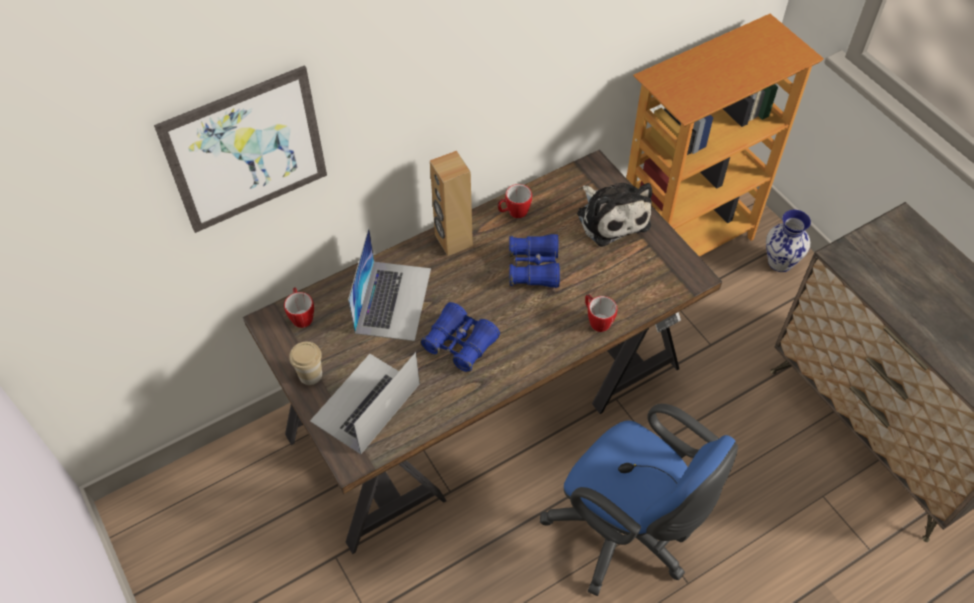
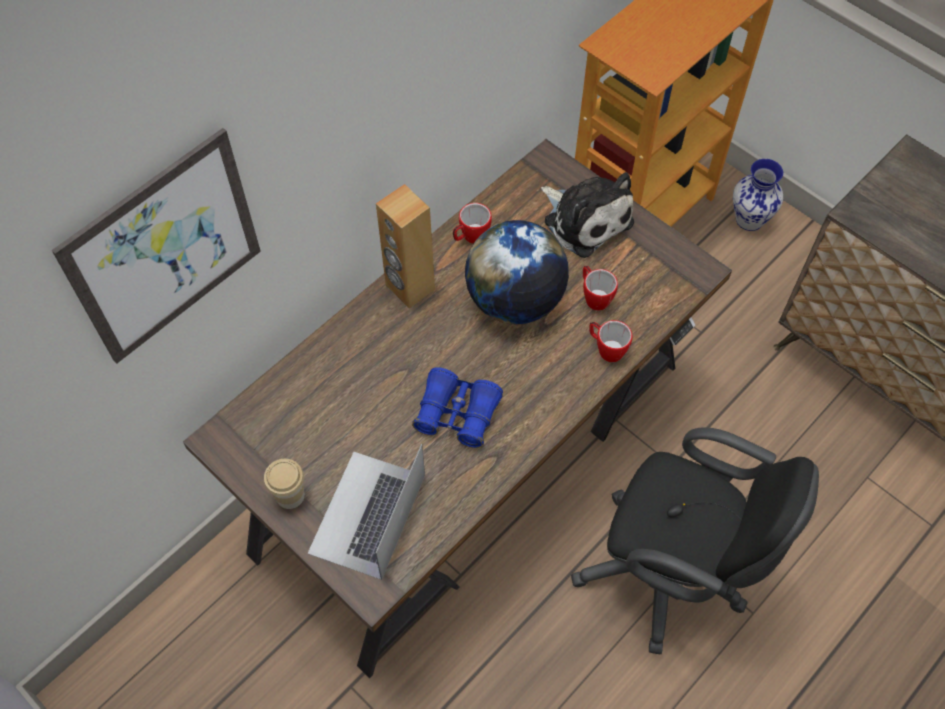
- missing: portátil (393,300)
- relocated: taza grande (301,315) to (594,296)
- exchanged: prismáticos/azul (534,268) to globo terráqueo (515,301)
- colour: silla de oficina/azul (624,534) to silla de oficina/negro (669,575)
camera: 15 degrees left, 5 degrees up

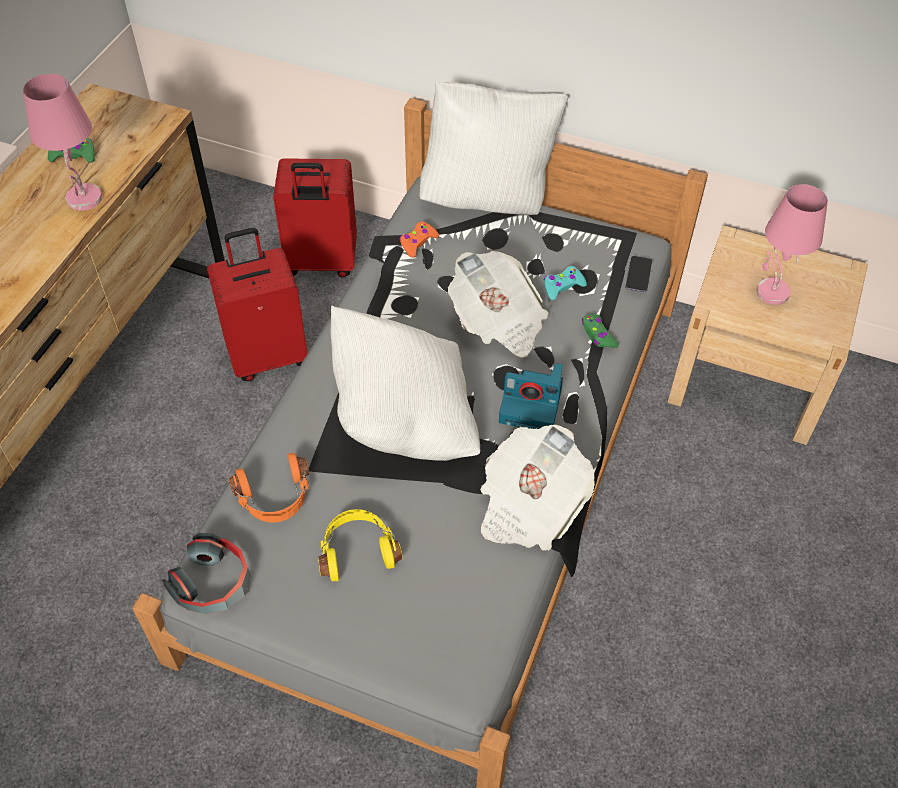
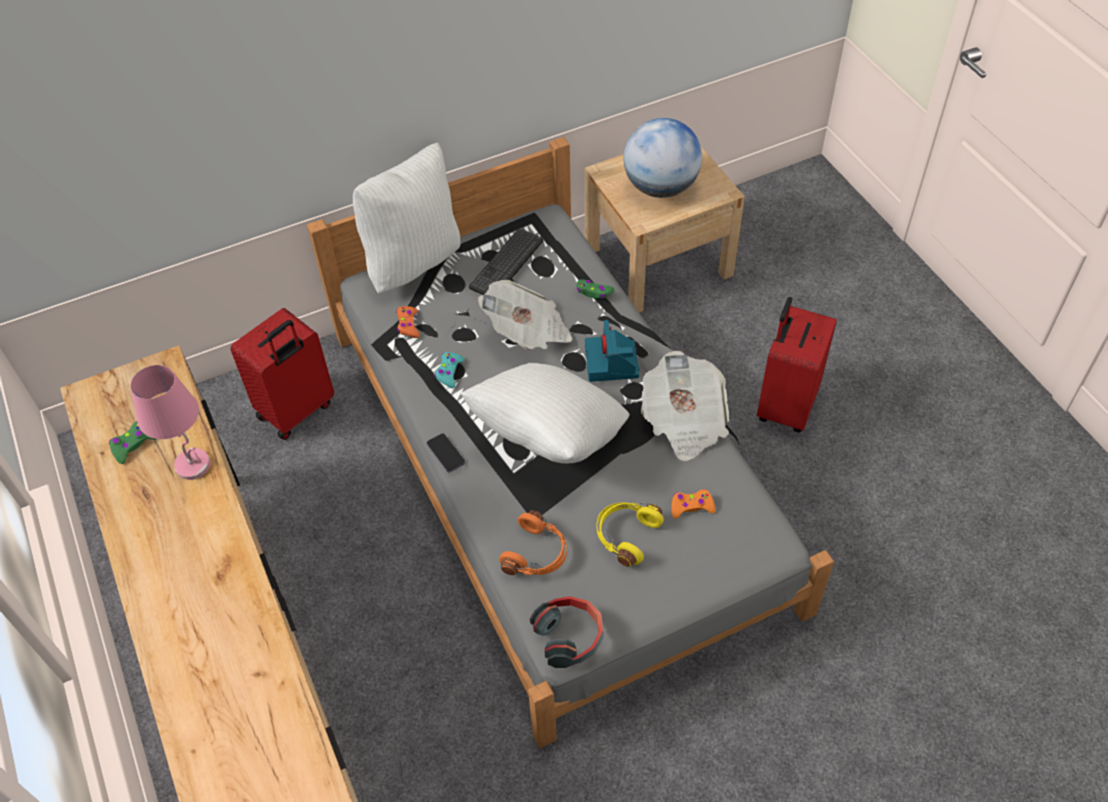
- appeared: teclado (506,264)
- appeared: mando de consola/naranja (691,507)
- relocated: maleta/rojo (268,356) to (785,405)
- relocated: mando de consola/turquesa (562,286) to (449,372)
- relocated: móvil (638,275) to (446,454)
- exchanged: lámpara de mesa/rosa (771,292) to globo terráqueo (660,187)
- spun: cámara (532,404) = (612,363) 120 degrees clockwise
camera: 45 degrees left, 0 degrees up

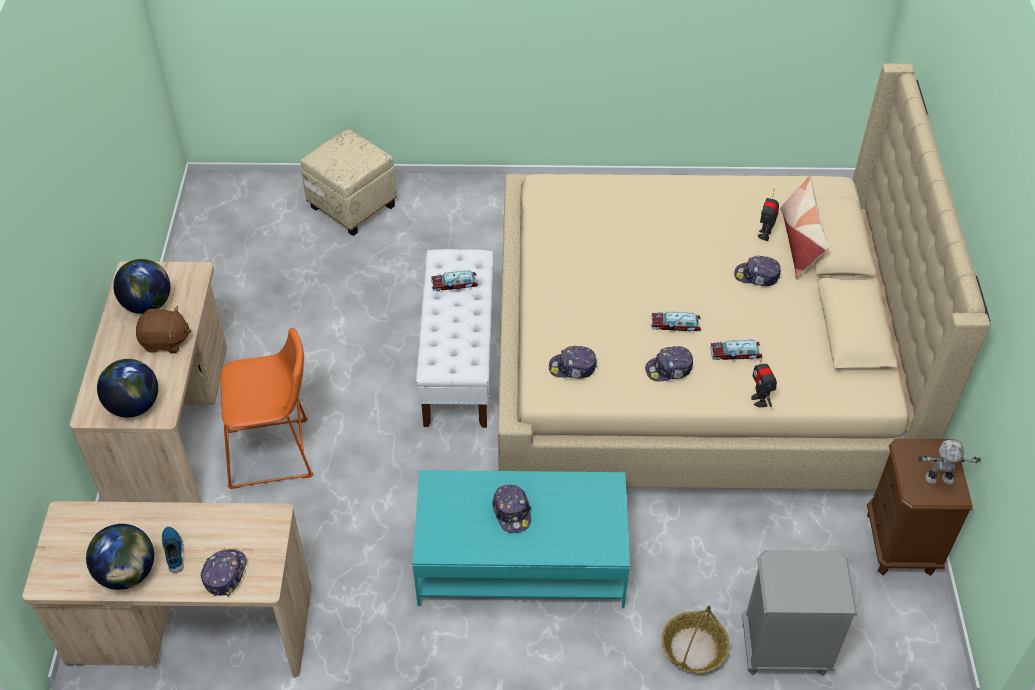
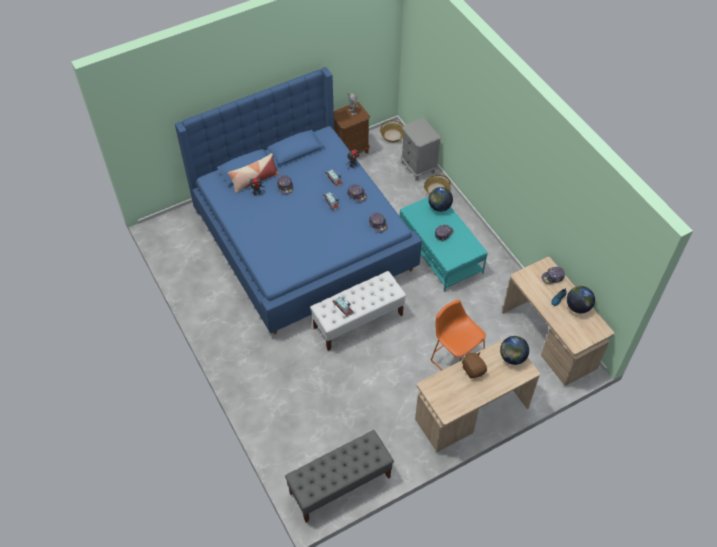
- missing: puf/beis (351,206)
- appeared: banco/gris (340,485)
- appeared: cesta (392,135)
- relocated: globo terráqueo (148,304) to (439,207)
- colour: cama/beis (696,364) to cama/azul (303,237)
camera: 120 degrees left, 5 degrees up

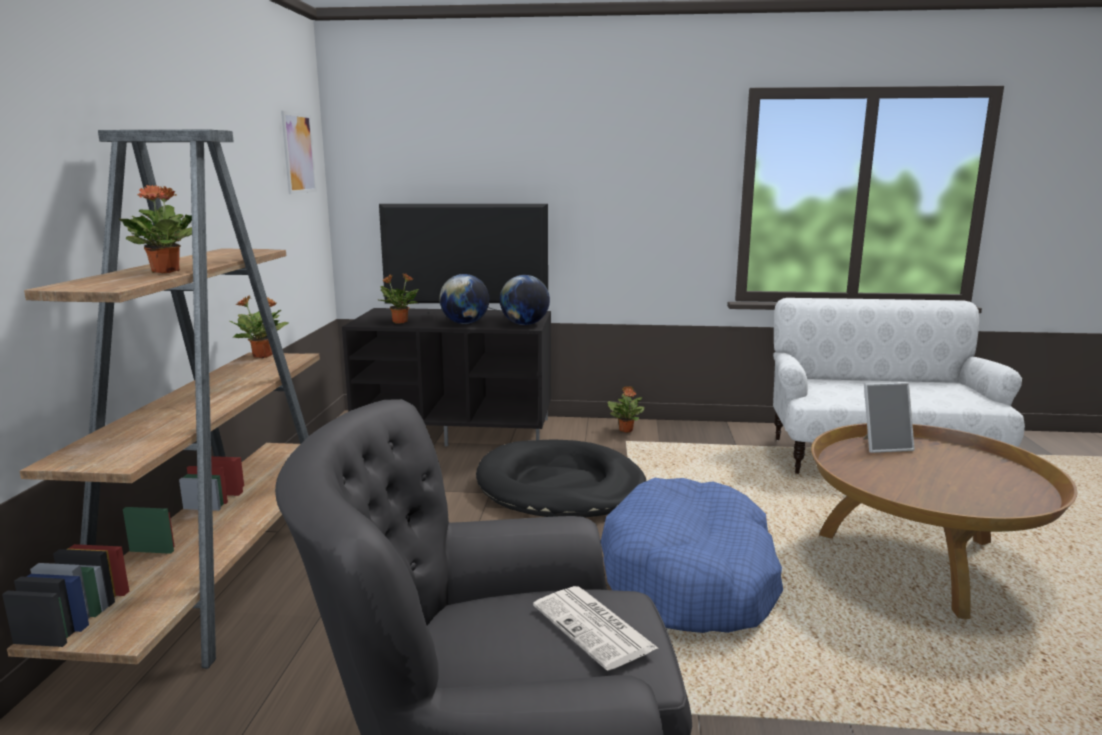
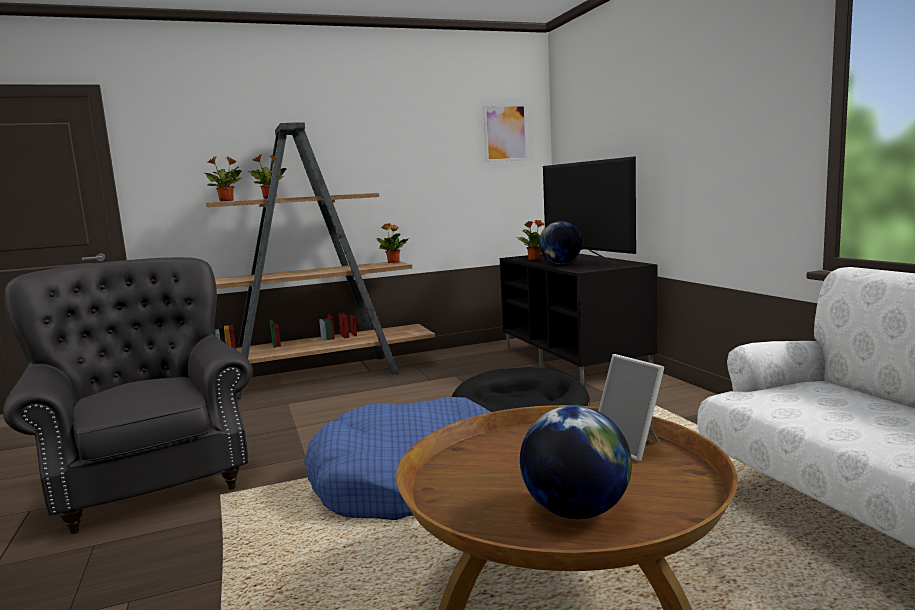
- missing: periódico (595,628)
- relocated: globo terráqueo (524,324) to (576,511)
- relocated: planta en maceta (626,430) to (227,201)
camera: 65 degrees right, 5 degrees down

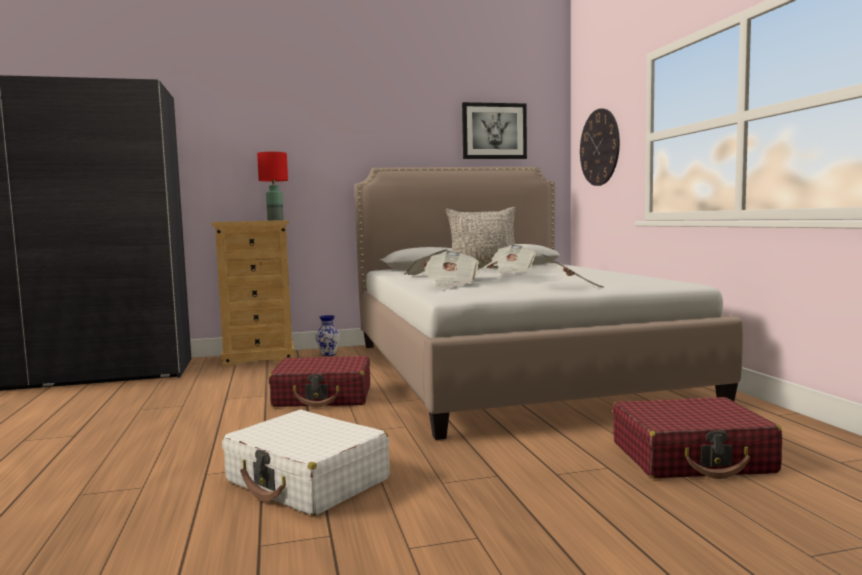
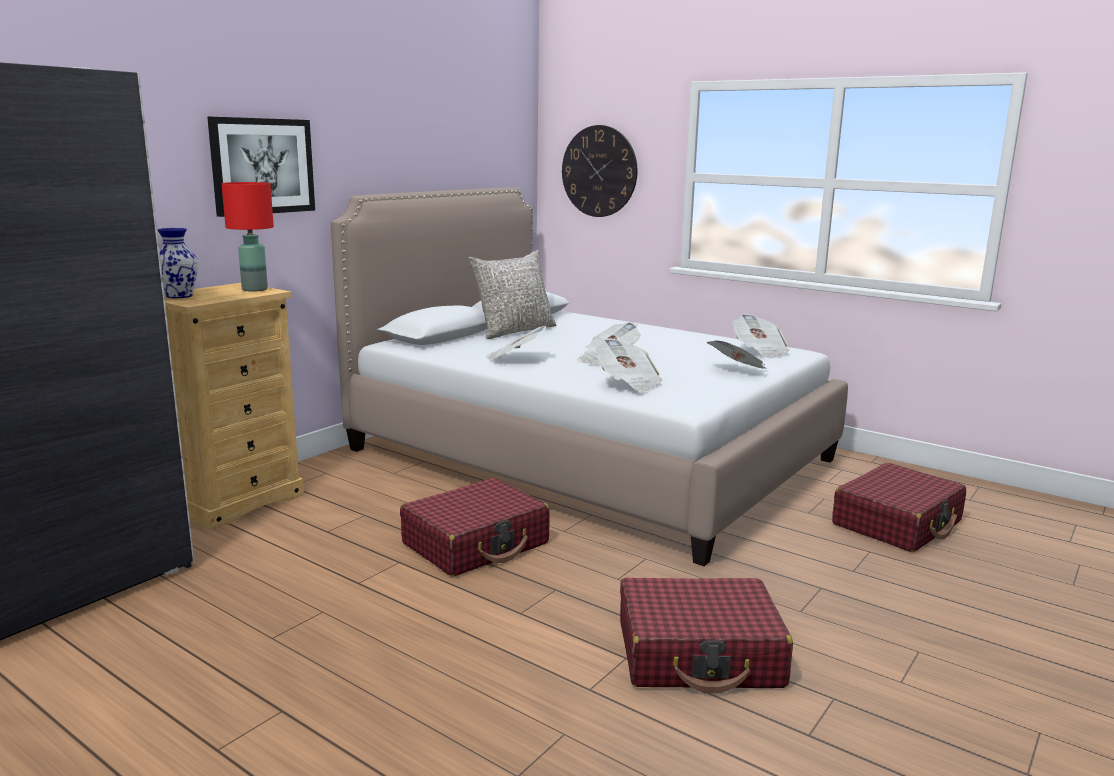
- relocated: florero (329,354) to (180,296)
- relocated: cuadro (494,131) to (262,166)
- relocated: periódico (512,272) to (759,351)
- colour: maleta/blanco (307,481) to maleta/rojo (699,655)
camera: 40 degrees left, 10 degrees up

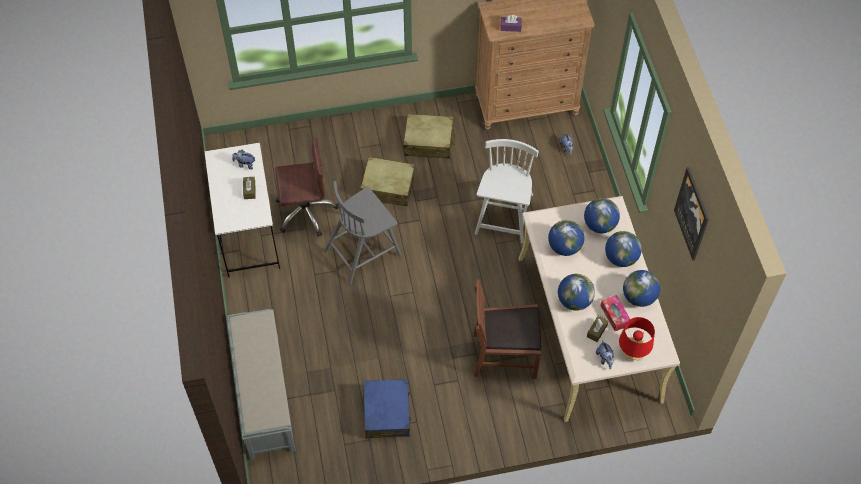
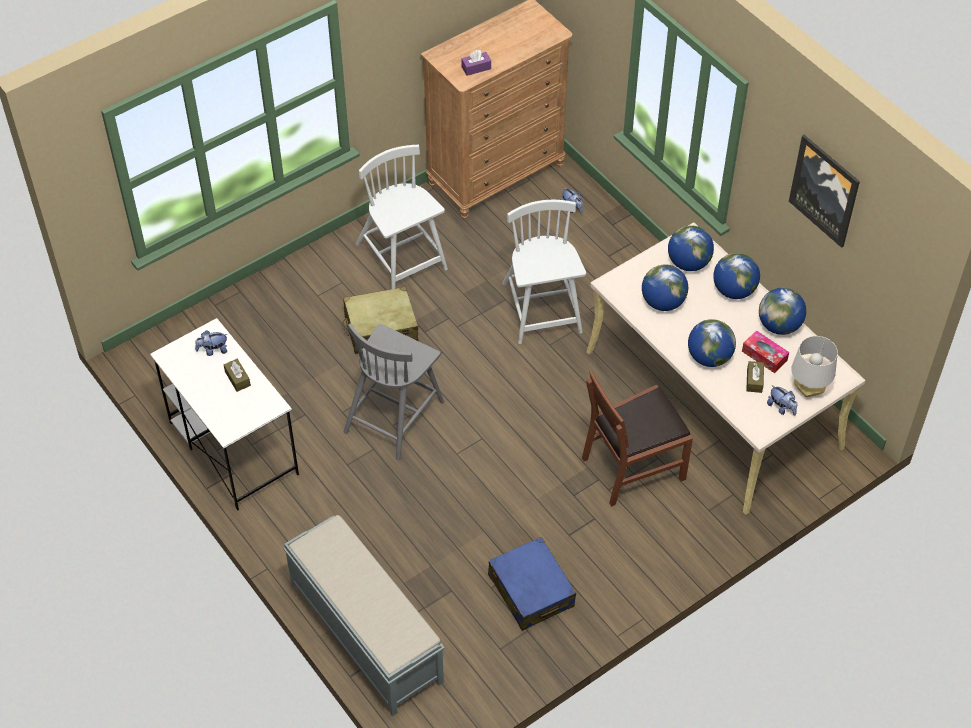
- missing: silla de oficina/marrón (305,211)
- exchanged: maleta/beis (429,142) to silla/blanco (402,258)
- colour: lámpara de mesa/rojo (632,353) to lámpara de mesa/gris (808,389)
camera: 25 degrees left, 5 degrees down

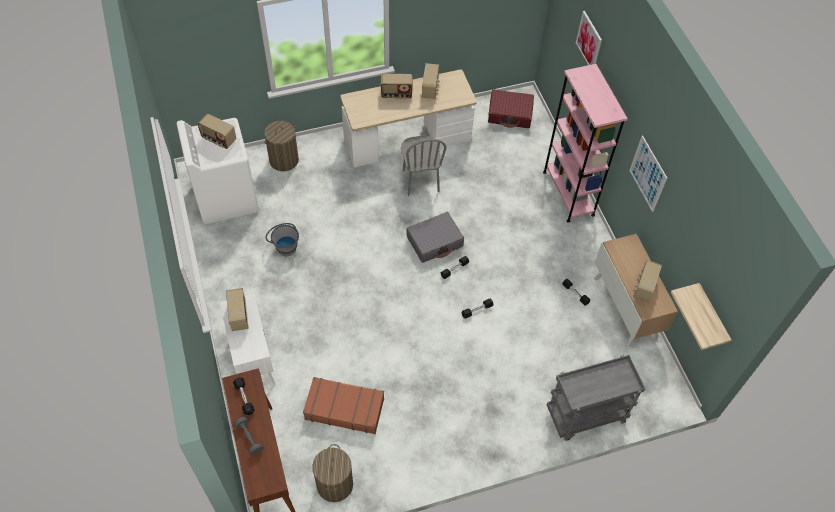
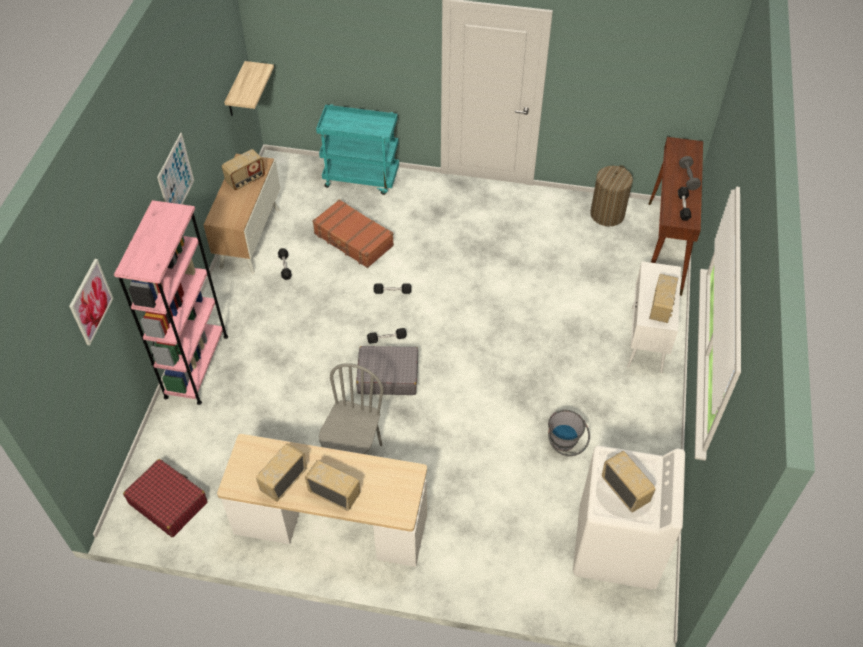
- missing: cesto de la ropa (284,160)
- relocated: maleta/marrón (344,408) to (353,240)
- colour: carrito/gris (585,416) to carrito/turquesa (362,178)
camera: 150 degrees left, 5 degrees down

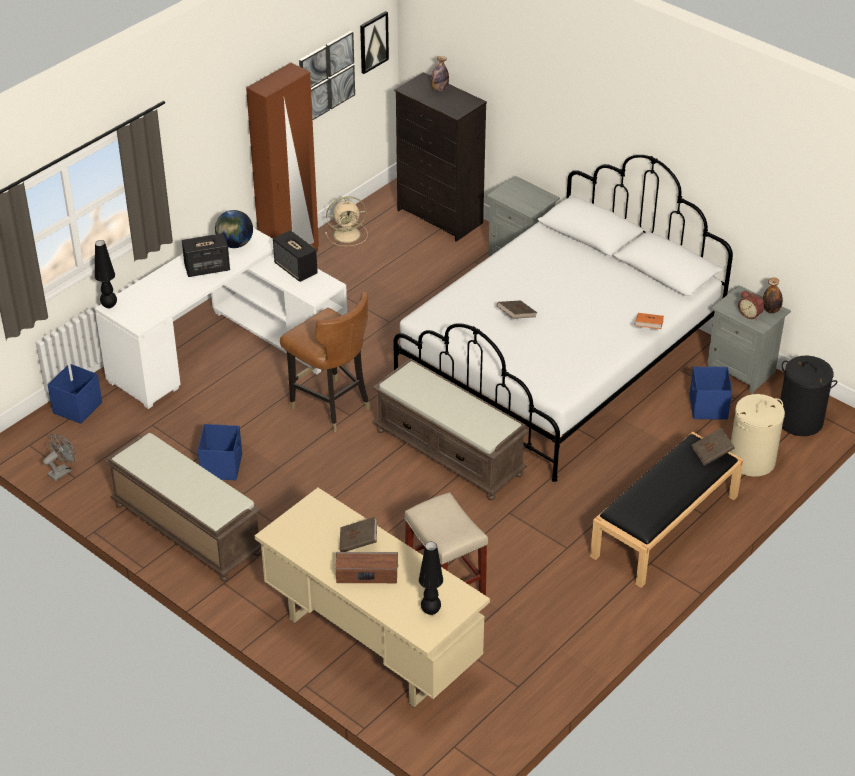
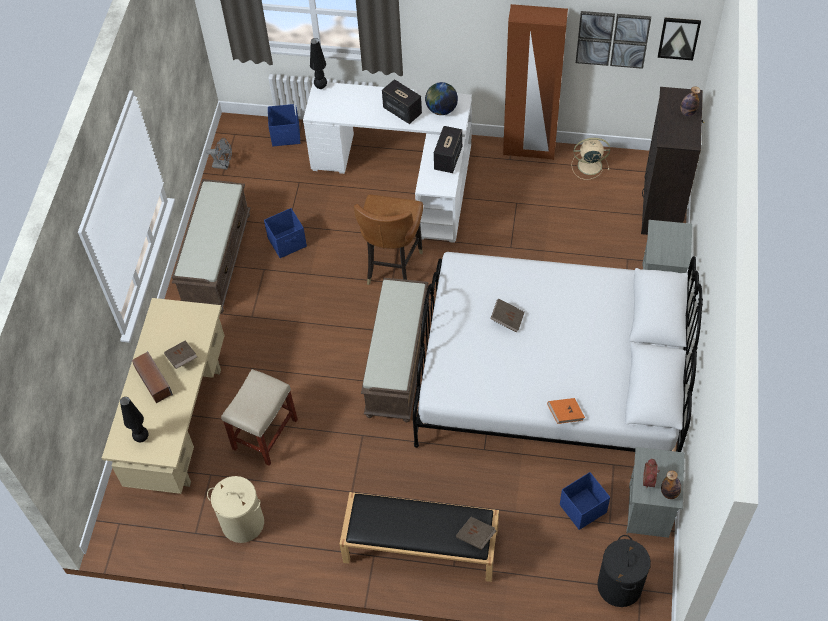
- relocated: cesto de la ropa/beis (751,461) to (242,523)
- spun: ventilador/beis (348,234) = (588,165) 135 degrees clockwise
camera: 60 degrees right, 15 degrees up

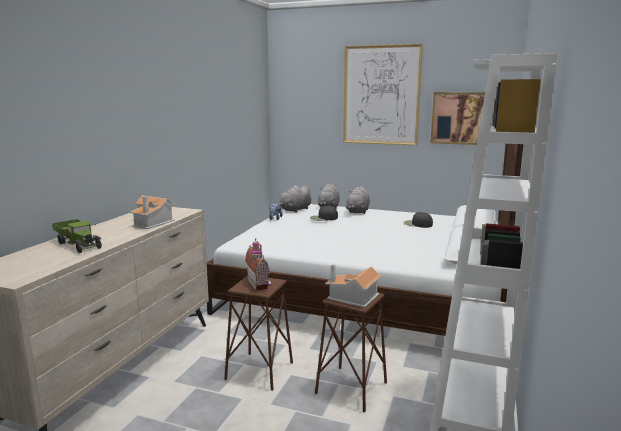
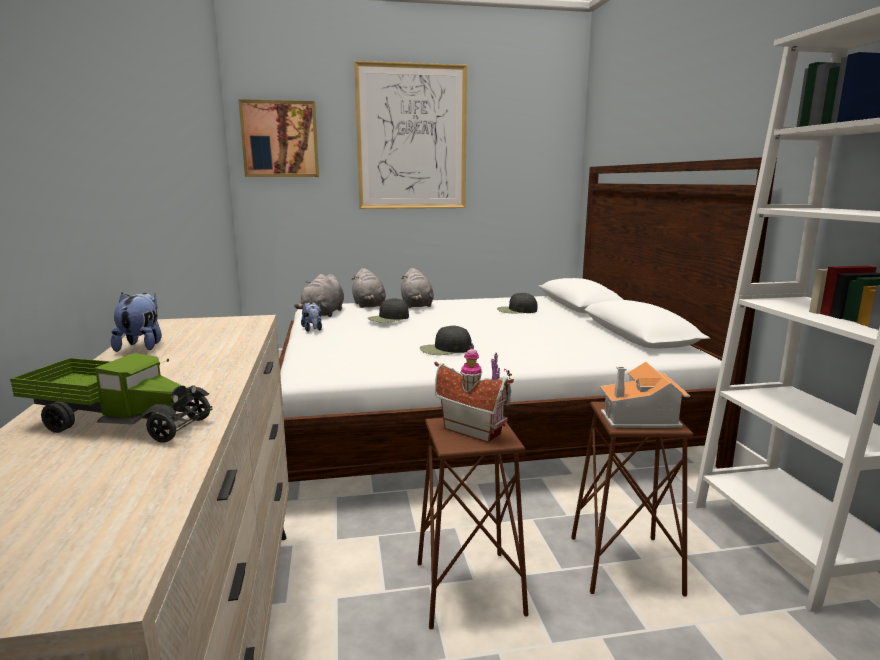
- missing: casita (153,222)
- appeared: peluche (142,346)
- appeared: gorra/negro (445,349)
- relocated: cuadro (458,118) to (280,139)
camera: 30 degrees left, 0 degrees up

